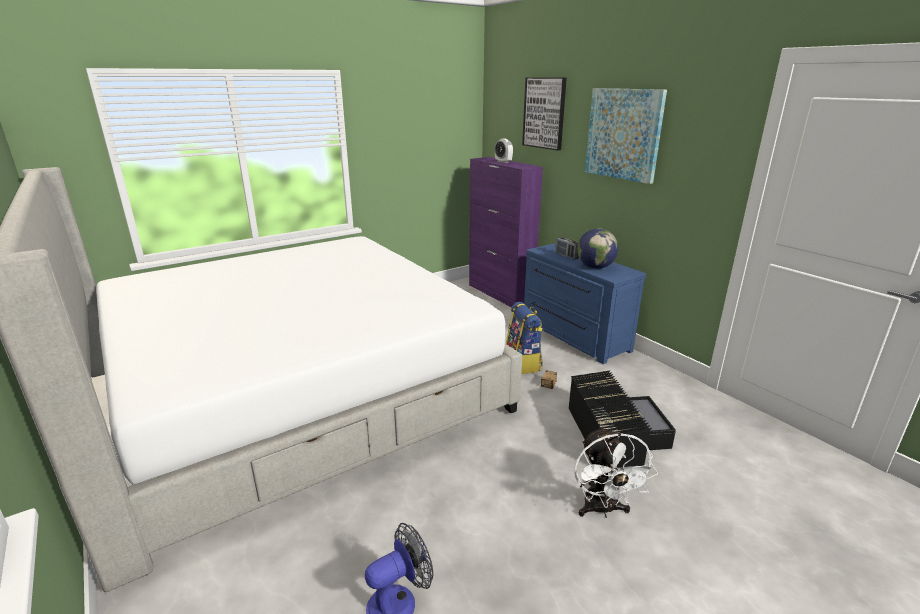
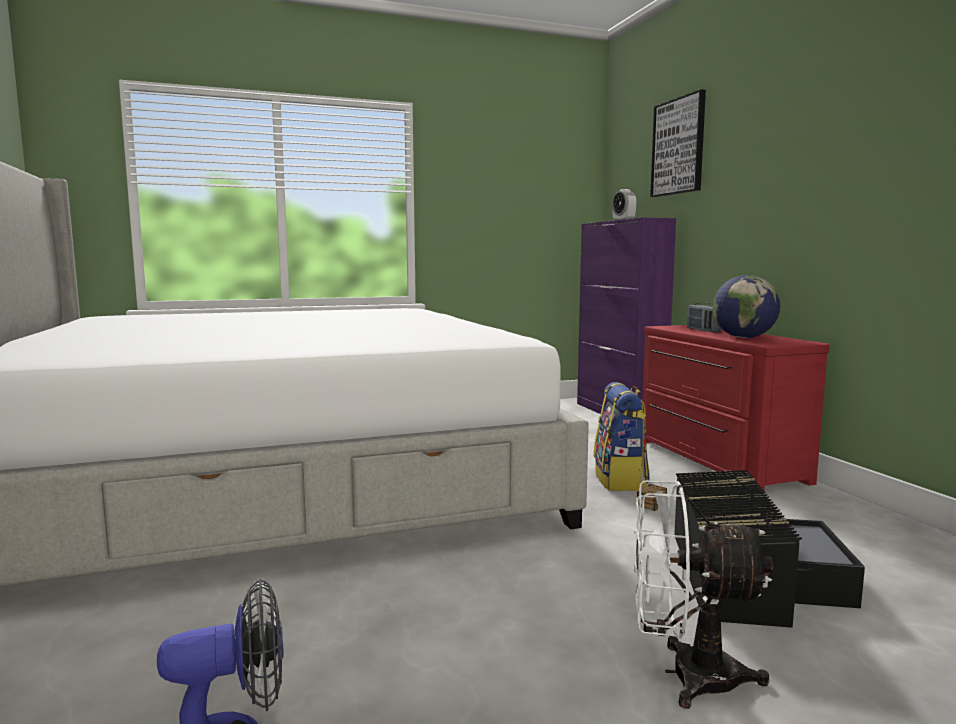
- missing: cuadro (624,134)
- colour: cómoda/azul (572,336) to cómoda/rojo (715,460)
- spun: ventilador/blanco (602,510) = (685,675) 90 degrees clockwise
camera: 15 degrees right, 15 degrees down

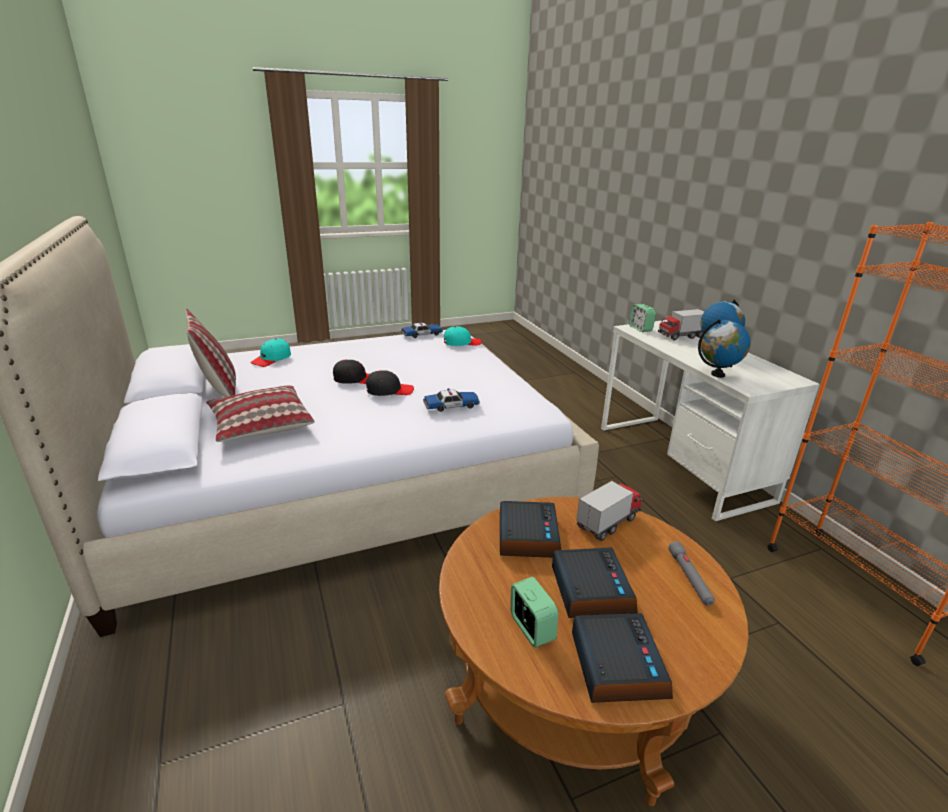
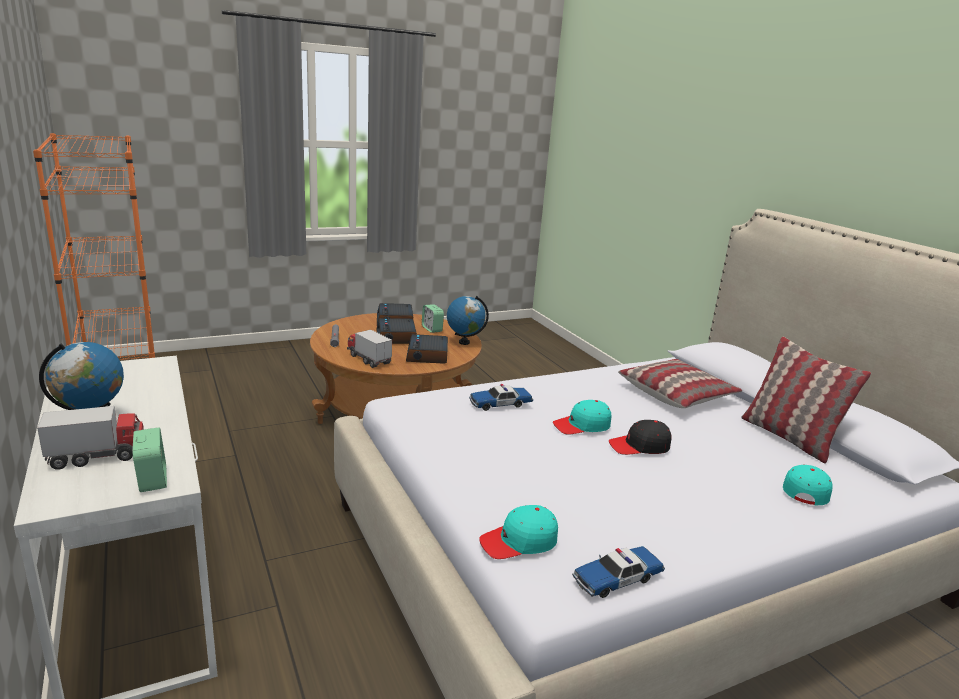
- relocated: globo terráqueo (717,374) to (464,342)
- colour: gorra/negro (389,390) to gorra/turquesa (582,426)
- spun: camión de juguete (608,523) = (368,359) 90 degrees clockwise
camera: 175 degrees right, 5 degrees down

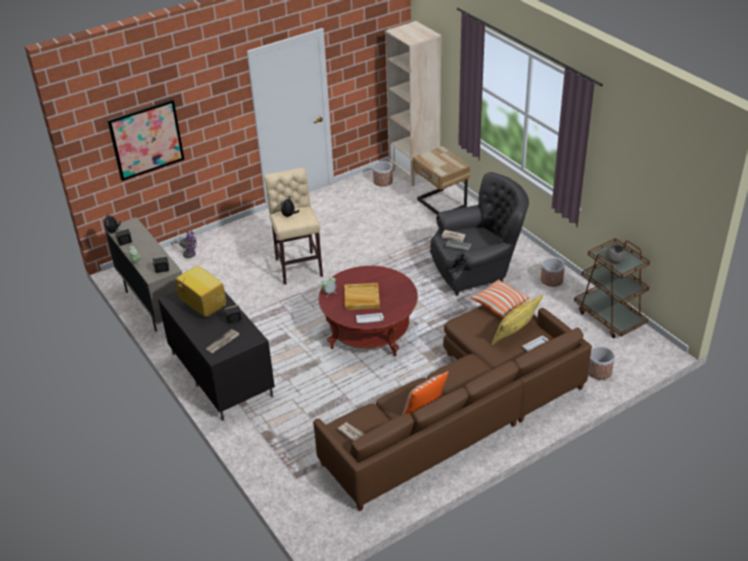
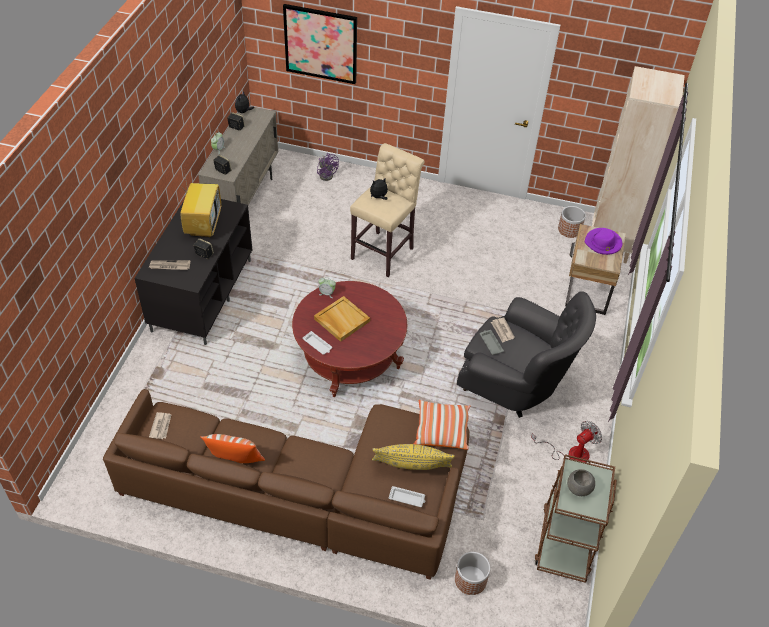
- appeared: sombrero/morado (603,243)
- exchanged: maceta (551,280) to ventilador (570,453)
camera: 45 degrees right, 10 degrees up

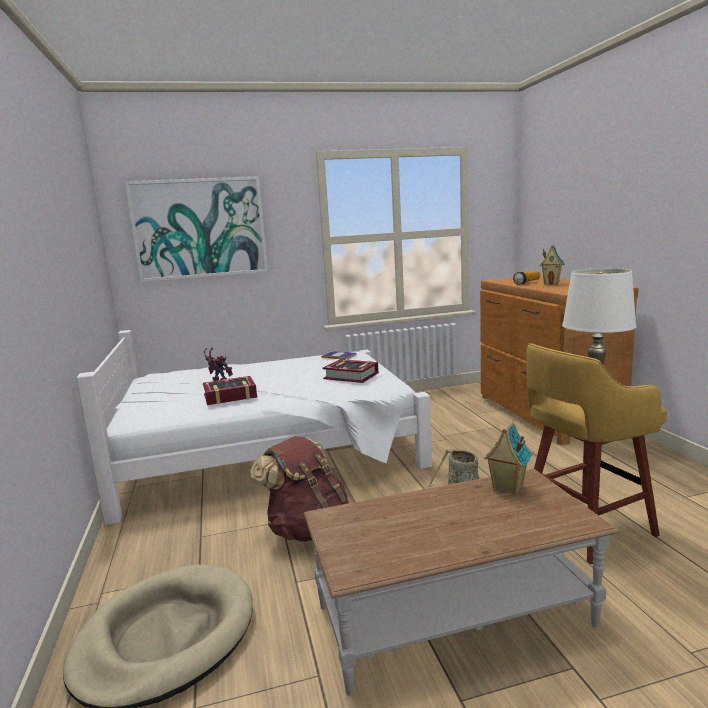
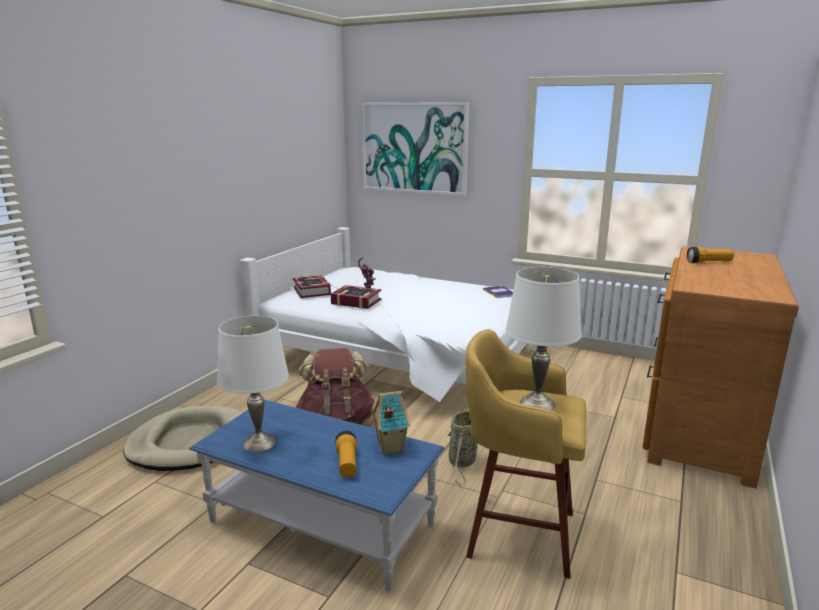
- missing: casita (551,284)
- appeared: lámpara de mesa/blanco (259,443)
- appeared: linterna (347,463)
- relocated: libro (351,376) to (312,291)
- colour: mesa de centro/marrón (453,616) to mesa de centro/azul (321,523)
camera: 40 degrees right, 5 degrees up

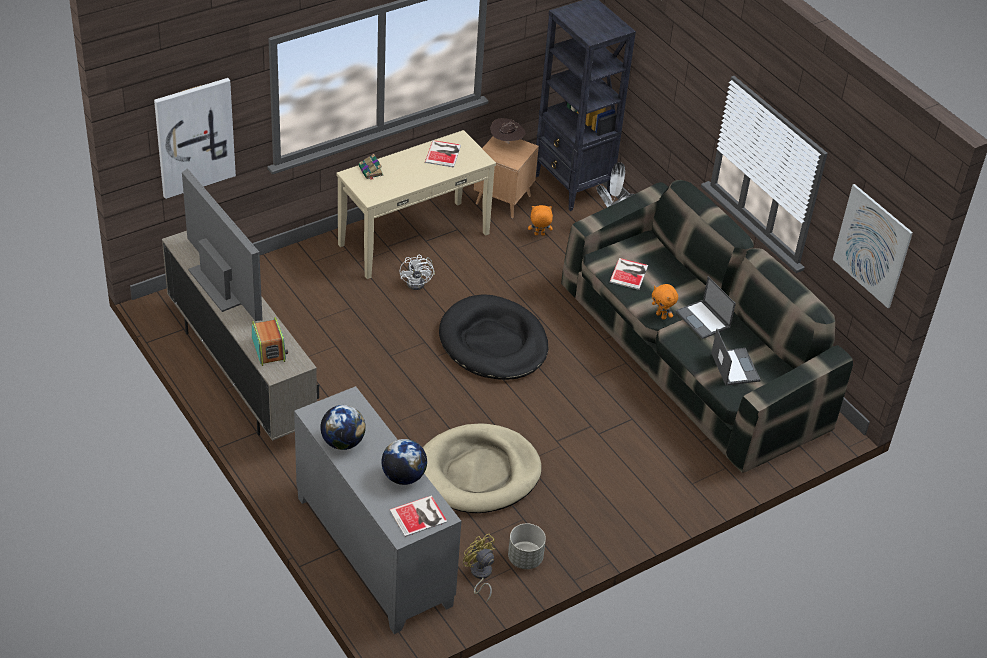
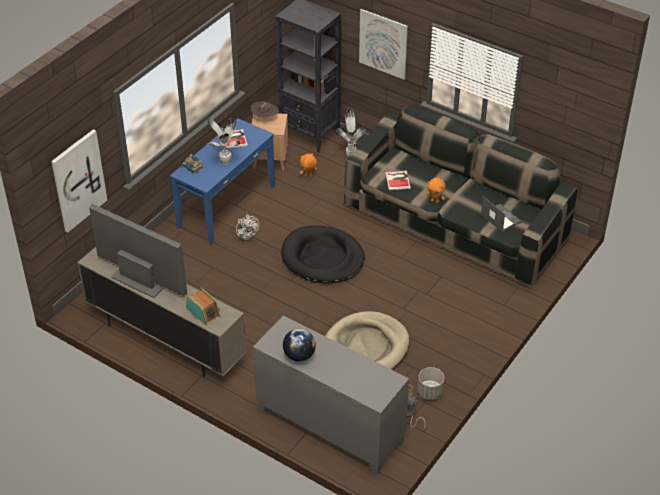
- missing: globo terráqueo (403,476)
- missing: libro (420,516)
- missing: portátil (703,320)
- appeared: planta en maceta (224,161)
- relocated: cuadro (872,246) to (383,44)
- colour: mesa consola/beis (413,239) to mesa consola/azul (226,206)
camera: 20 degrees left, 0 degrees up

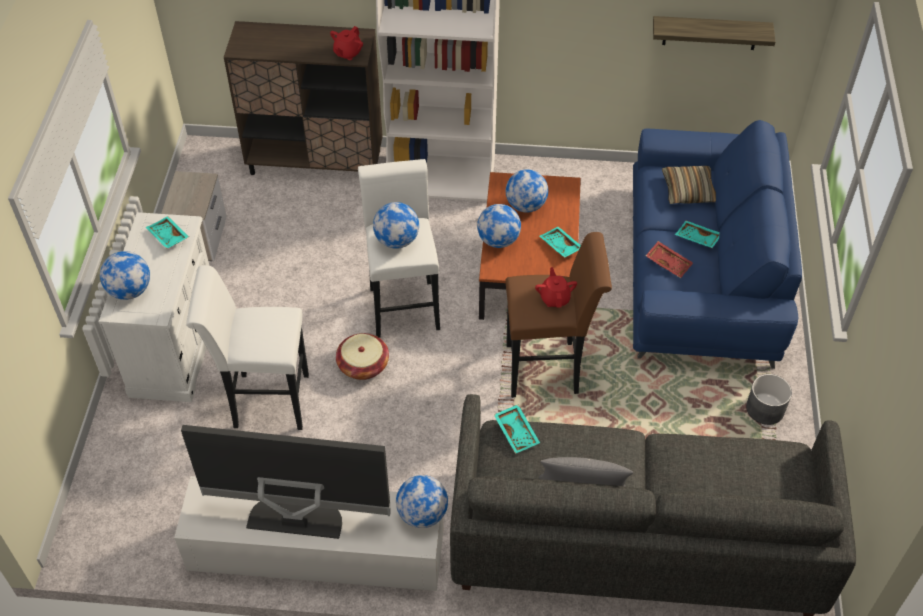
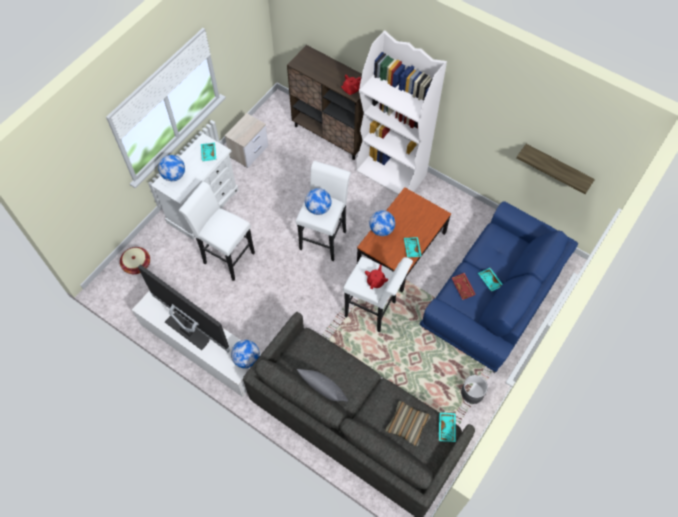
- missing: globo terráqueo (525,205)
- relocated: cesta (363,365) to (137,264)
- relocated: bandeja/turquesa (517,432) to (447,428)
- relocated: cojín (688,191) to (407,424)
- colour: taburete/marrón (549,369) to taburete/blanco (374,311)
camera: 30 degrees right, 10 degrees up

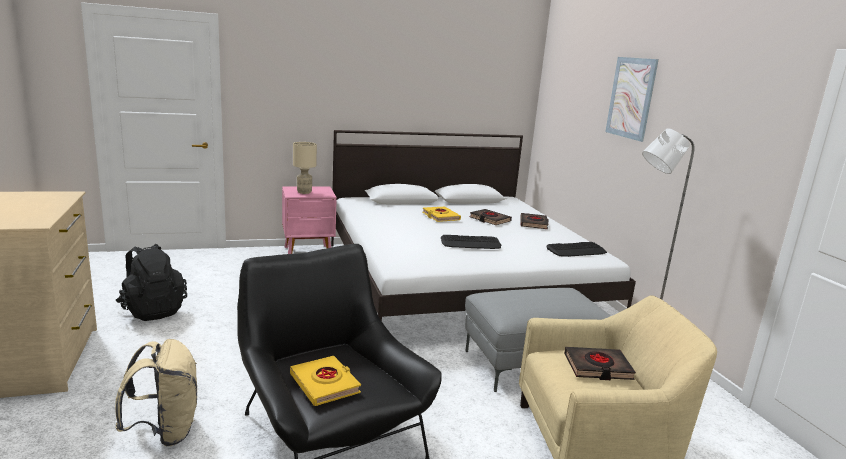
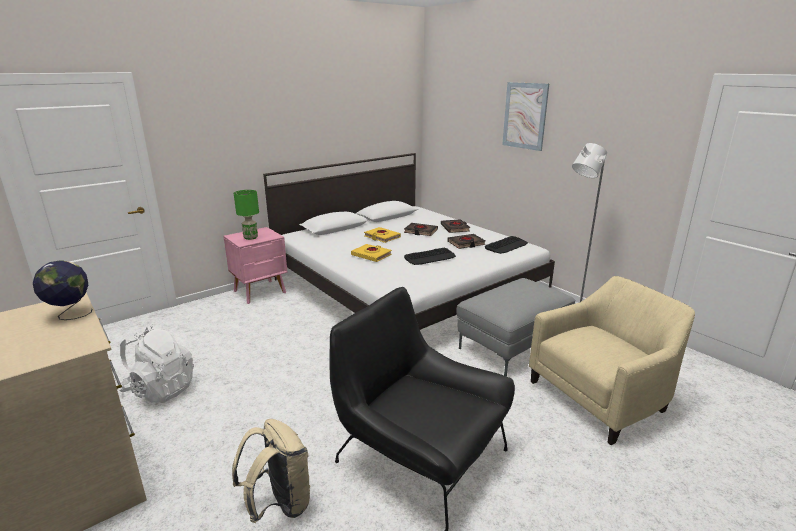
- appeared: globo terráqueo (70,314)
- relocated: libro/amarillo (325,384) to (371,255)
- relocated: libro/negro (597,367) to (466,243)
- colour: mochila/negro (153,311) to mochila/blanco (160,389)
- colour: lámpara de mesa/beis (304,192) to lámpara de mesa/verde (251,237)
camera: 20 degrees left, 5 degrees up

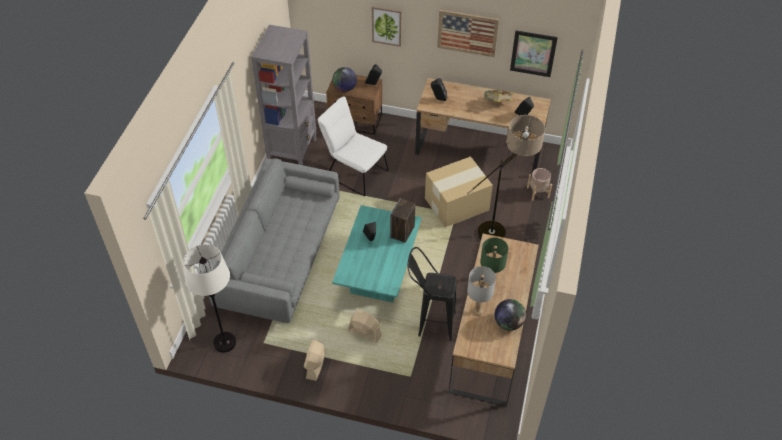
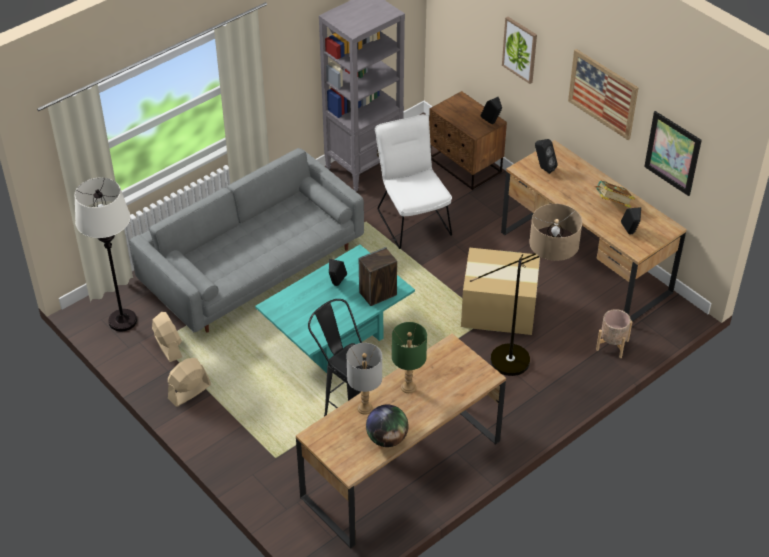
- missing: globo terráqueo (345,88)
- relocated: ventilador/beis (364,333) to (168,346)
camera: 35 degrees right, 5 degrees down

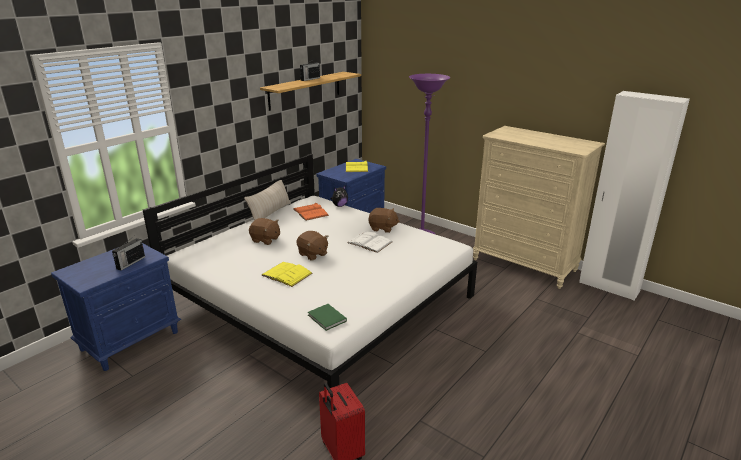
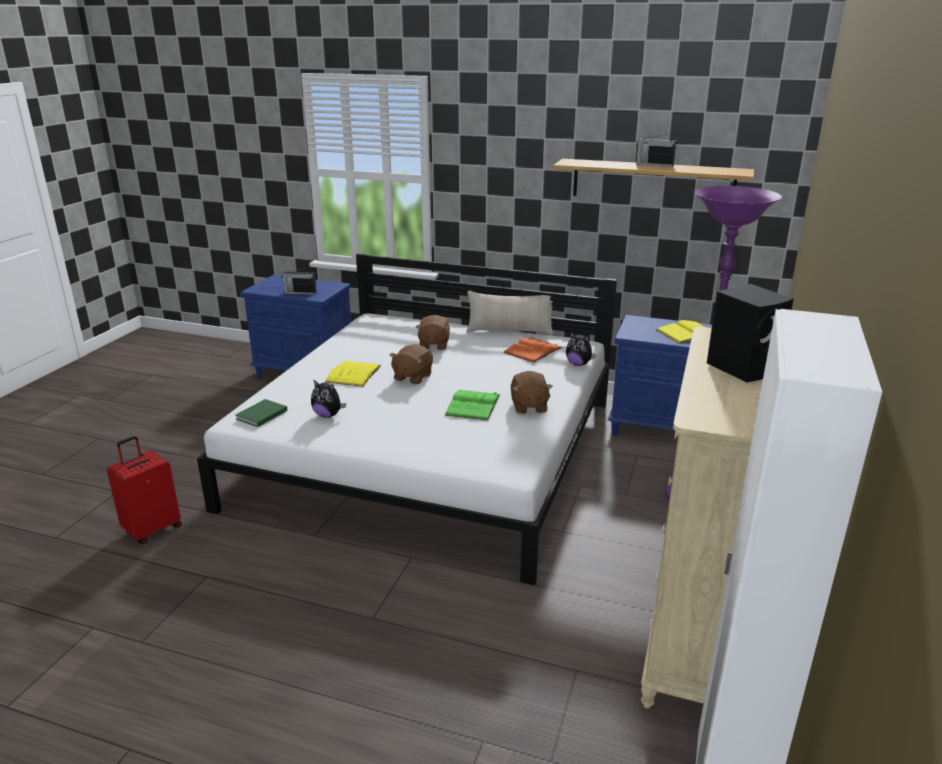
- appeared: peluche (328,415)
- appeared: altavoz/negro (745,368)
- colour: libro/blanco (370,242) to libro/verde (473,405)
camera: 70 degrees right, 0 degrees up

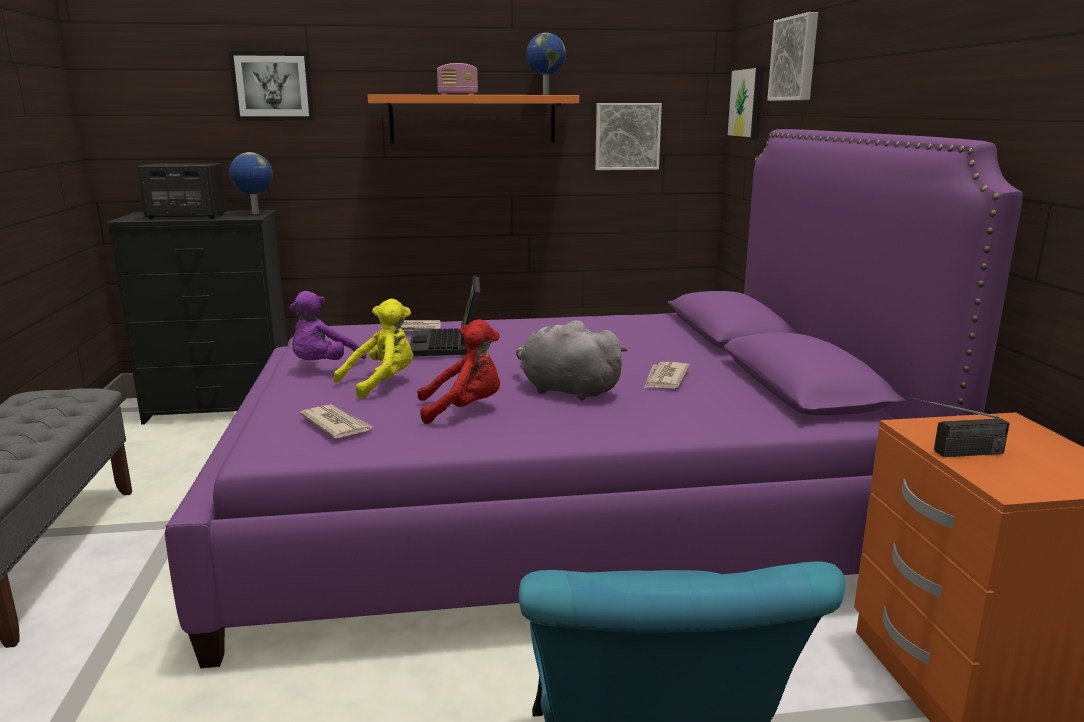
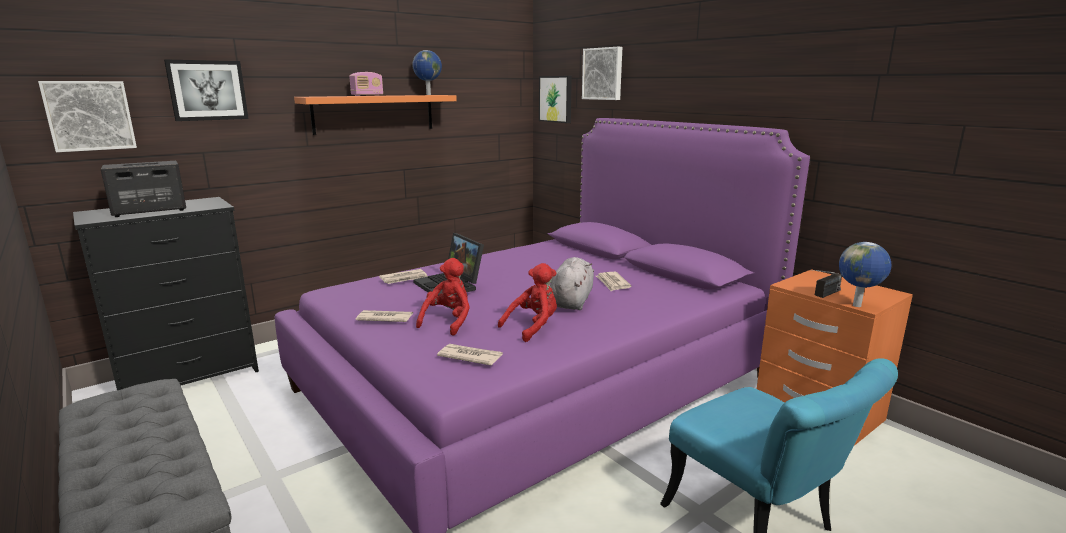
- relocated: globo terráqueo (255,213) to (858,306)
- relocated: cuadro (627,136) to (89,115)
- exchanged: peluche/morado (324,366) to periódico (384,318)
- colour: peluche/amarillo (382,383) to peluche/rojo (448,321)
- spun: peluche/gris (566,390) = (571,301) 105 degrees clockwise
camera: 30 degrees left, 0 degrees up

